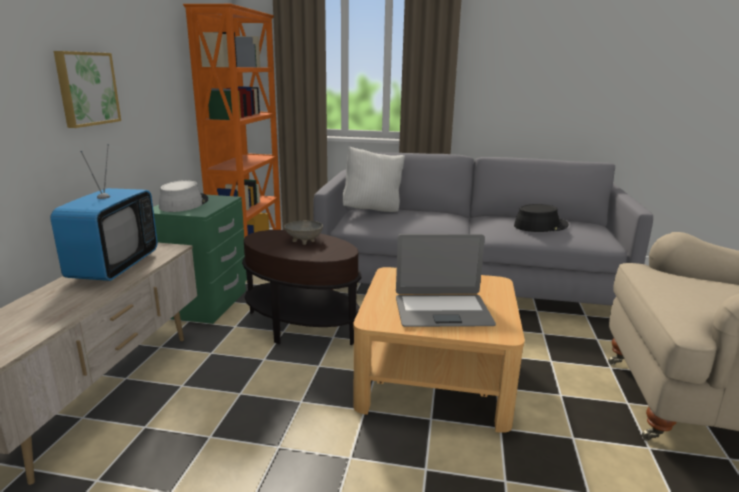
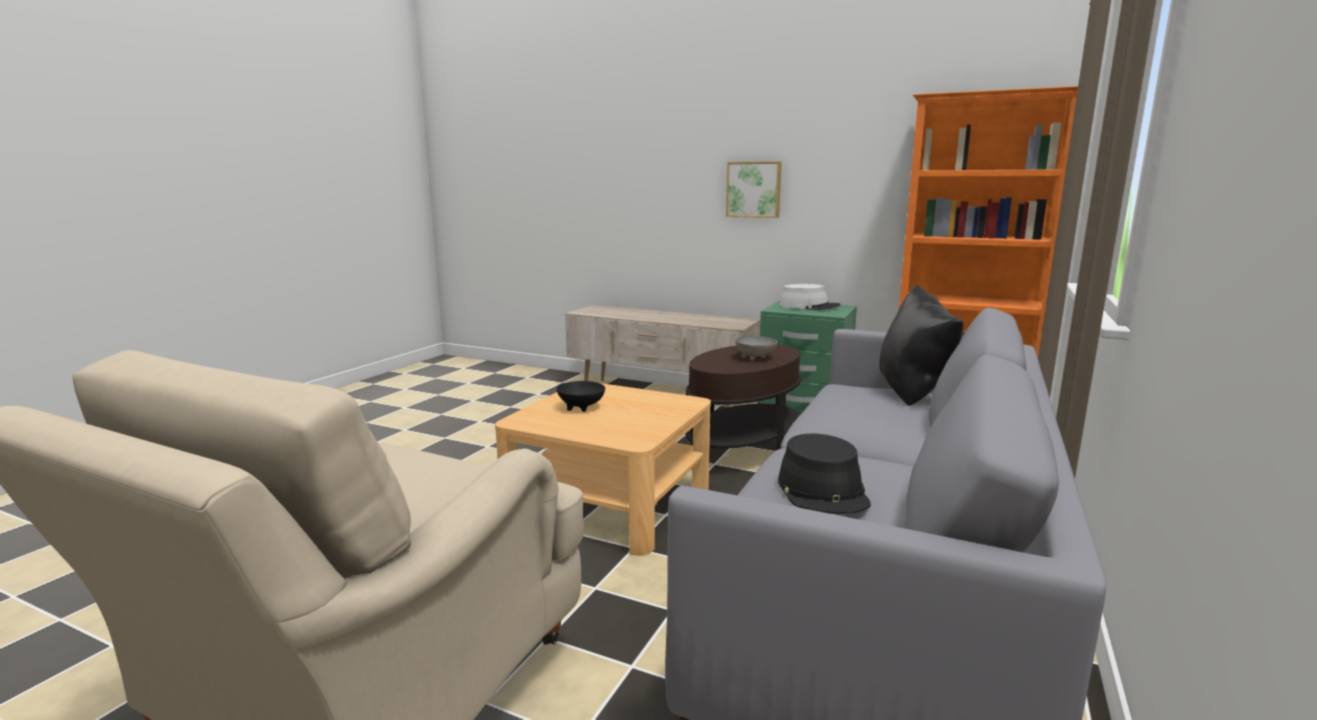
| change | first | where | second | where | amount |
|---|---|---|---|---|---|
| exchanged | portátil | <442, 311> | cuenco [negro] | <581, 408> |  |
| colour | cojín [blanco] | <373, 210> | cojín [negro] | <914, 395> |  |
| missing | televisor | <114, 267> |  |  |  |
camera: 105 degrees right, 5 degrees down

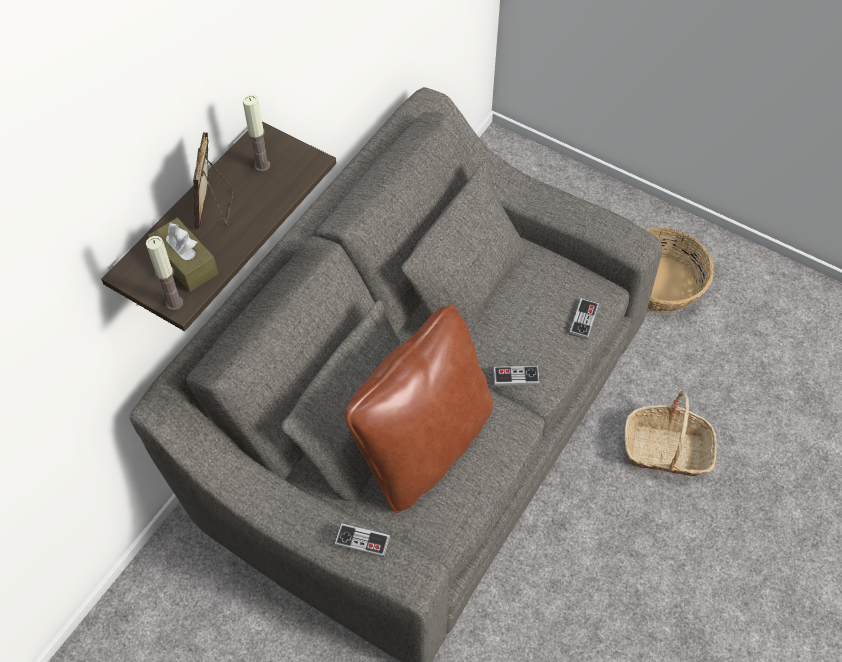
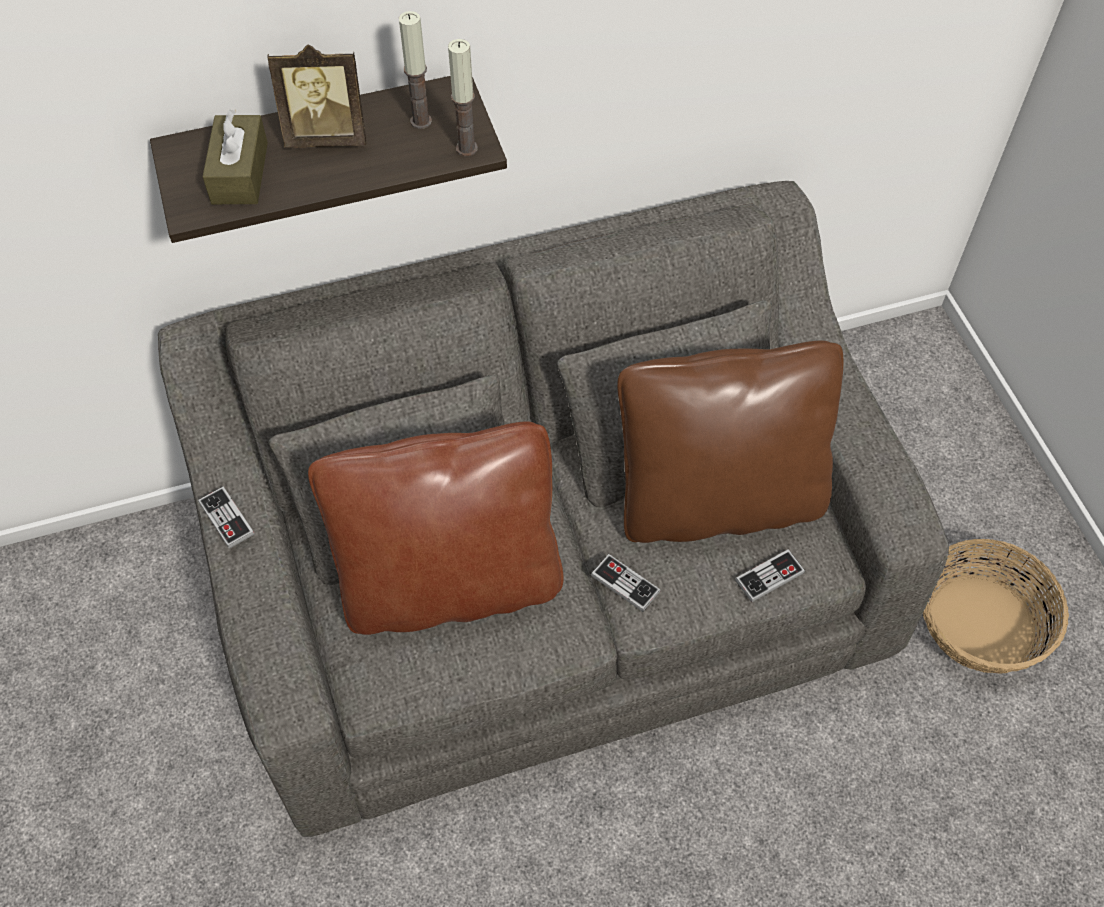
| change | first | where | second | where | amount |
|---|---|---|---|---|---|
| relocated | mando de consola | <362, 541> |  | <226, 518> |  |
| spun | portarretratos | <215, 208> |  | <327, 136> | 135 degrees counterclockwise |
| relocated | vela | <174, 303> |  | <466, 148> |  |
| appeared |  |  | cojín [marrón] | <717, 499> |  |
| missing | cesta | <666, 450> |  |  |  |
camera: 40 degrees right, 0 degrees up

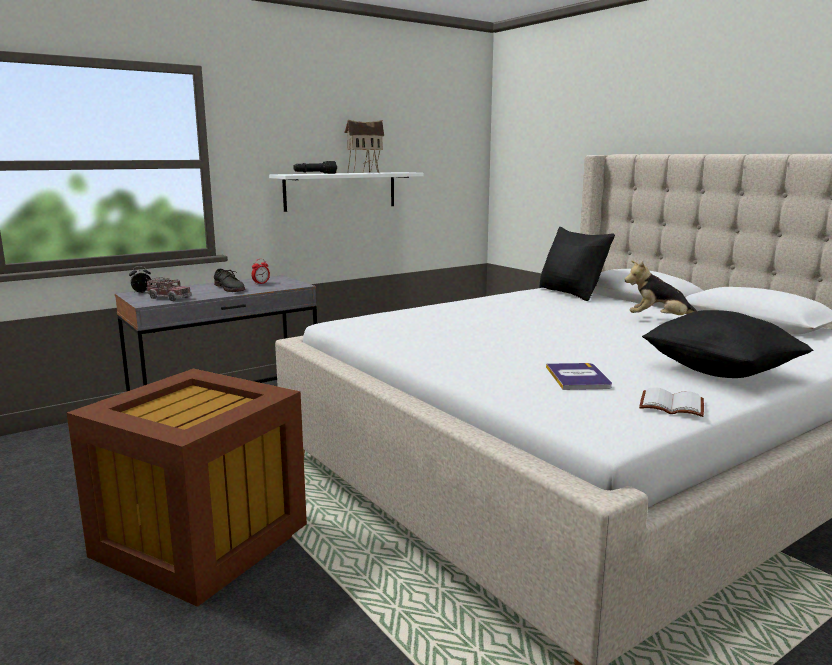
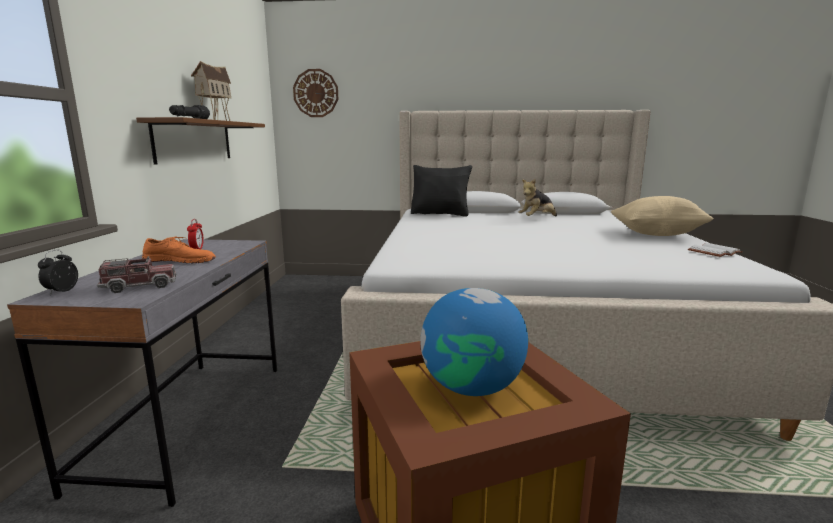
| change | first | where | second | where | amount |
|---|---|---|---|---|---|
| colour | estante [blanco] | <341, 191> | estante [marrón] | <194, 141> |  |
| colour | zapato [gris] | <230, 288> | zapato [naranja] | <180, 260> |  |
| appeared |  |  | reloj de pared | <316, 93> |  |
| appeared |  |  | globo terráqueo | <472, 387> |  |
| colour | cojín [negro] | <720, 372> | cojín [beis] | <656, 234> |  |
| missing | libro | <578, 377> |  |  |  |
camera: 50 degrees left, 0 degrees up

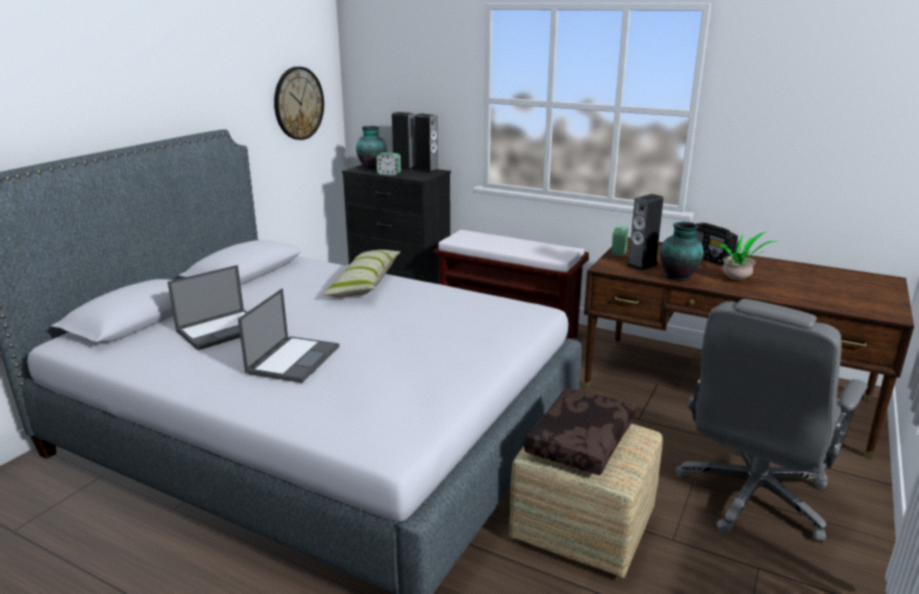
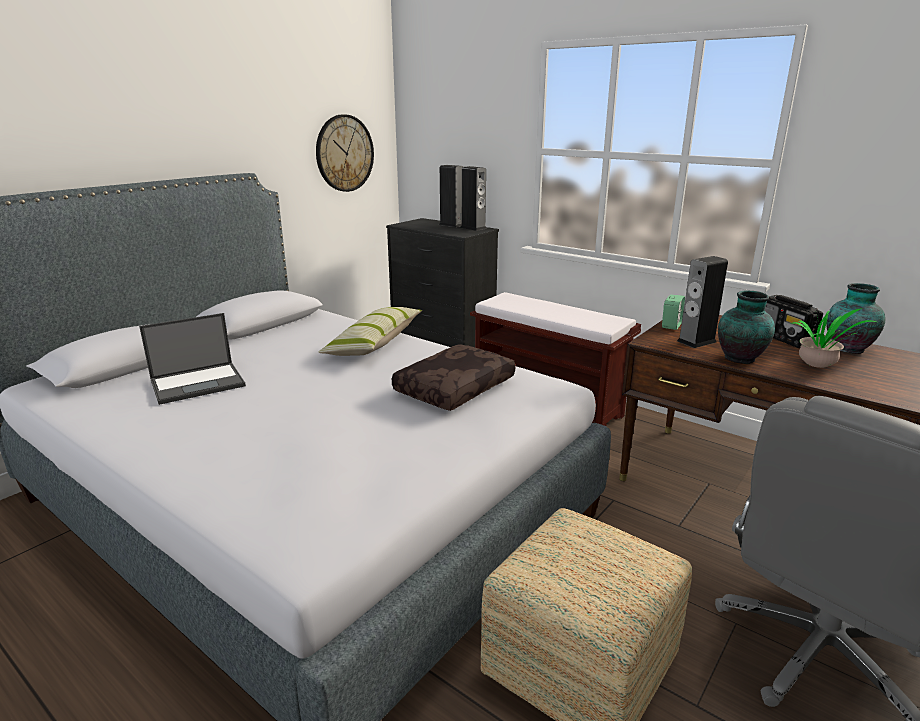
| change | first | where | second | where | amount |
|---|---|---|---|---|---|
| relocated | cojín [marrón] | <579, 440> |  | <454, 387> |  |
| relocated | florero | <372, 167> |  | <847, 348> |  |
| missing | portátil | <294, 359> |  |  |  |
| missing | despertador | <389, 174> |  |  |  |
camera: 10 degrees right, 0 degrees up

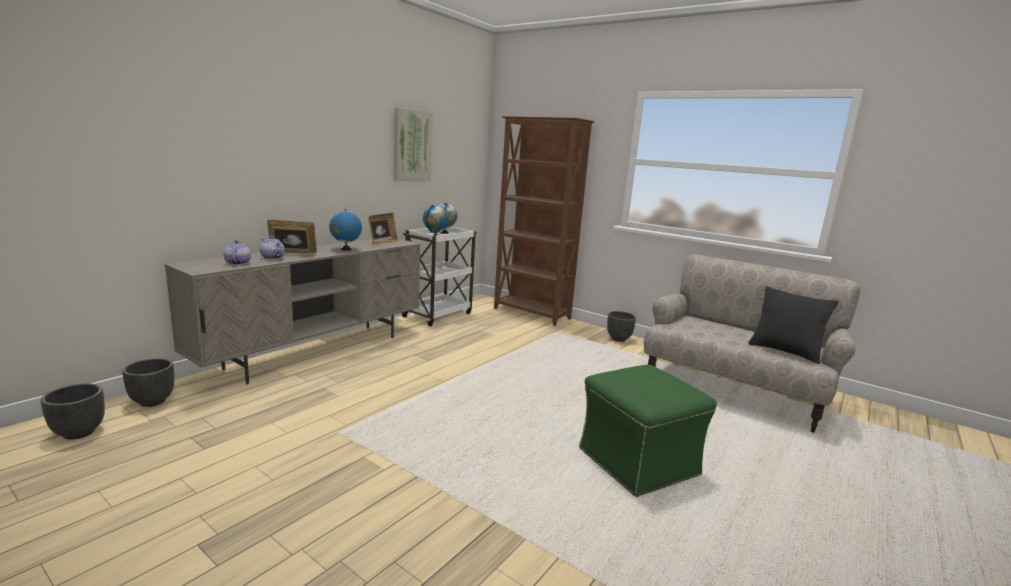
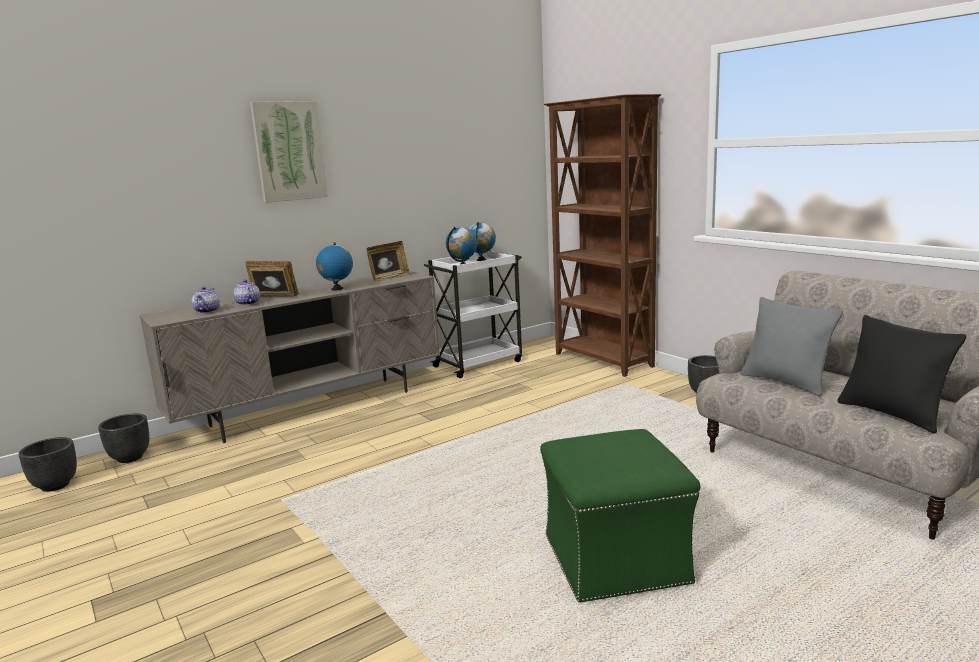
| change | first | where | second | where | amount |
|---|---|---|---|---|---|
| relocated | cuadro | <412, 145> |  | <289, 151> |  |
| appeared |  |  | cojín [gris] | <785, 382> |  |
camera: 20 degrees right, 0 degrees up

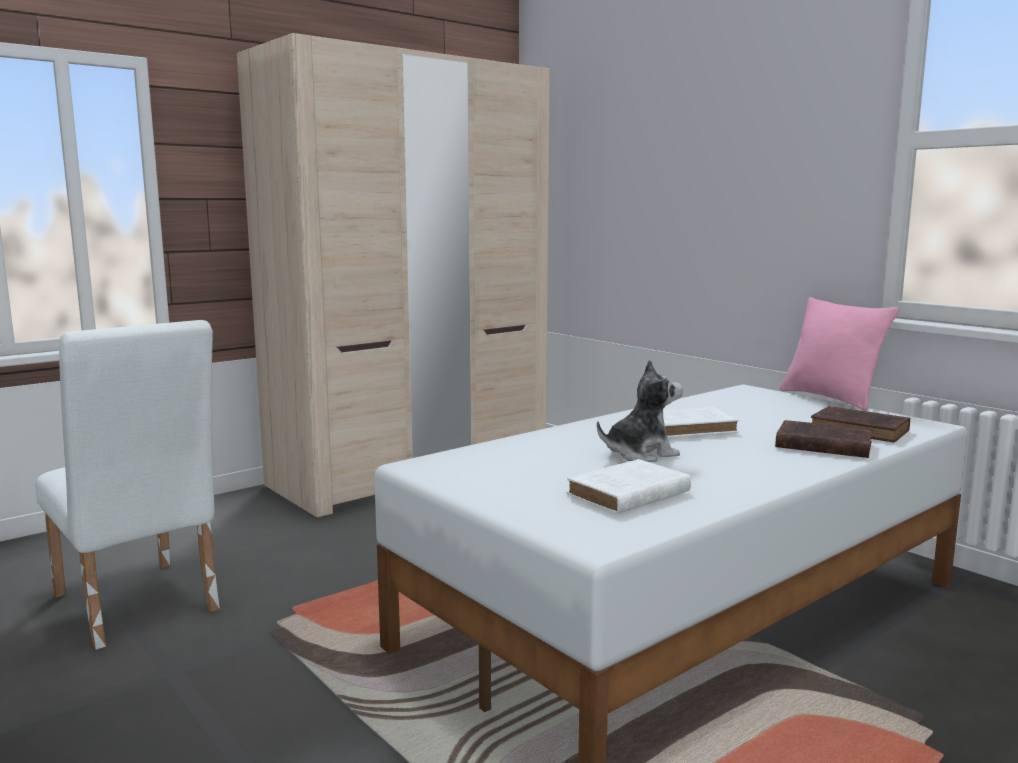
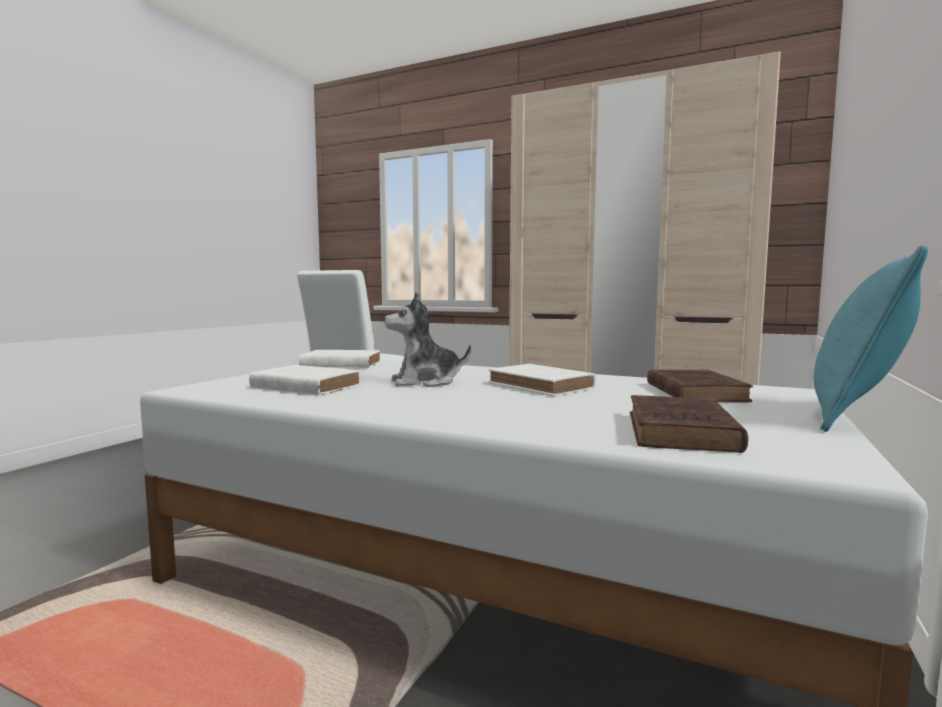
| change | first | where | second | where | amount |
|---|---|---|---|---|---|
| appeared |  |  | libro [blanco] | <339, 364> |  |
| spun | peluche | <640, 454> |  | <425, 382> | 120 degrees clockwise |
| relocated | libro [marrón] | <820, 445> |  | <693, 392> |  |
| colour | cojín [rosa] | <830, 398> | cojín [turquesa] | <856, 417> |  |
camera: 65 degrees right, 5 degrees down

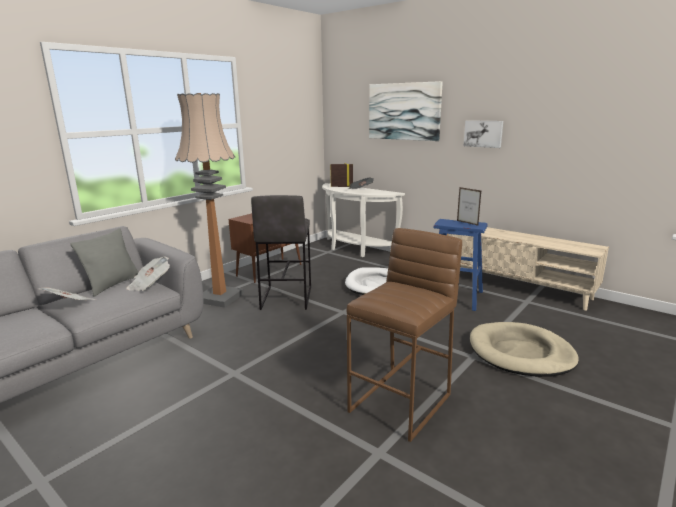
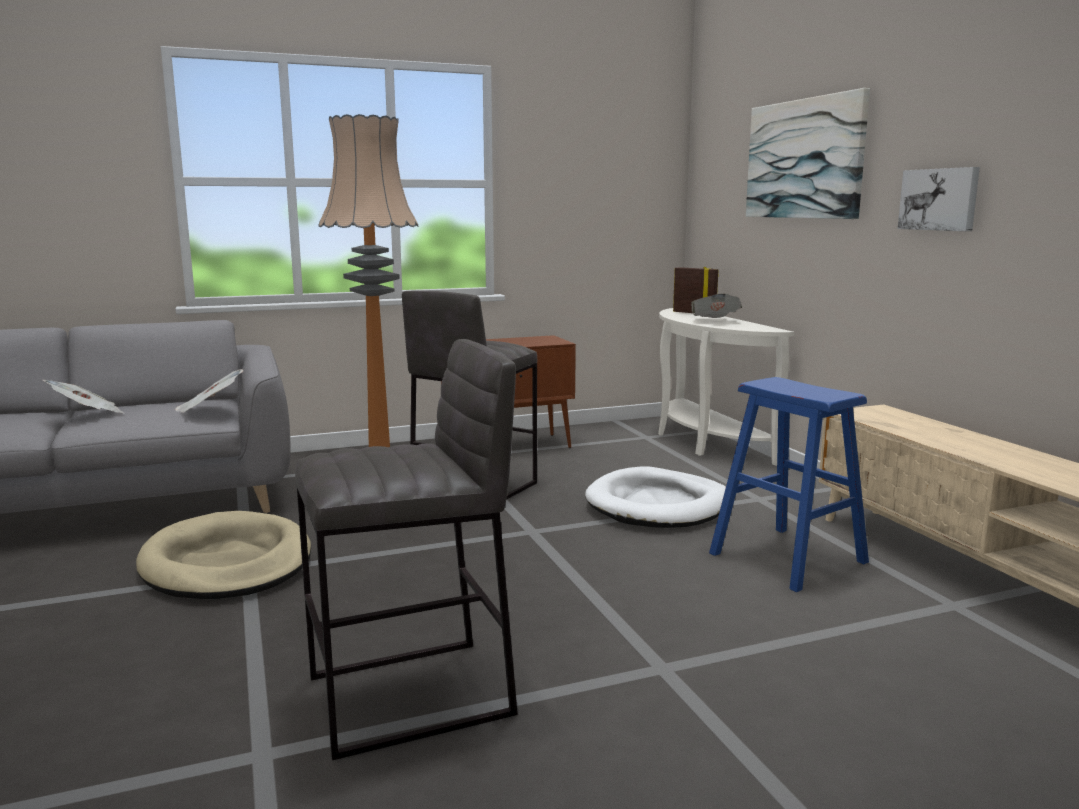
| change | first | where | second | where | amount |
|---|---|---|---|---|---|
| relocated | cama para perro [beis] | <520, 353> |  | <227, 563> |  |
| colour | taburete [marrón] | <401, 403> | taburete [gris] | <412, 696> |  |
| missing | cojín [gris] | <113, 285> |  |  |  |
| missing | portarretratos | <467, 223> |  |  |  |
camera: 30 degrees right, 5 degrees down

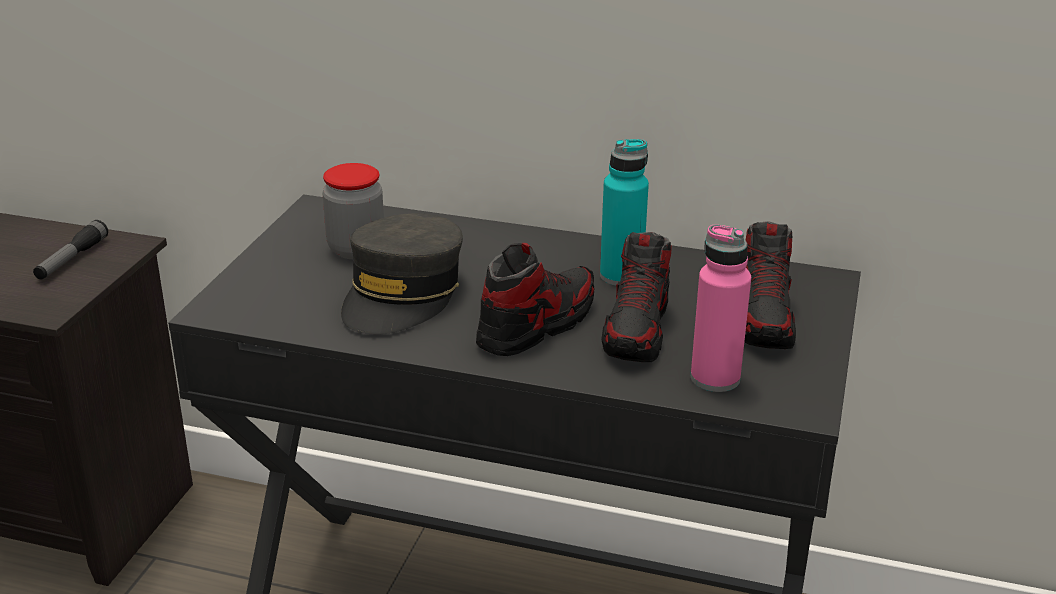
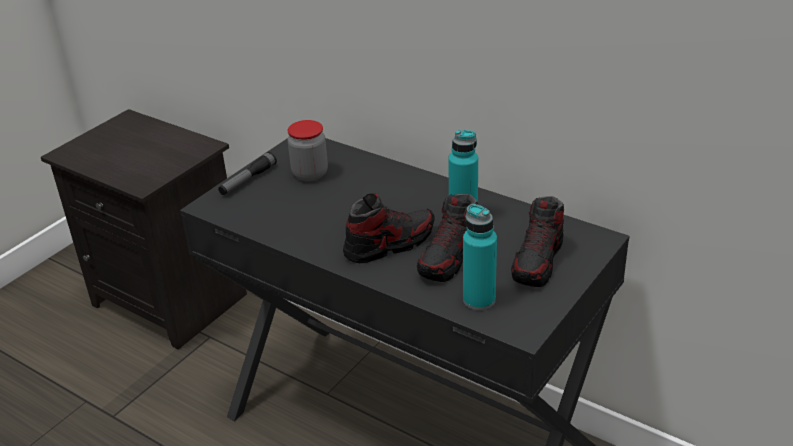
| change | first | where | second | where | amount |
|---|---|---|---|---|---|
| relocated | linterna | <72, 259> |  | <248, 180> |  |
| colour | botella [rosa] | <715, 378> | botella [turquesa] | <479, 300> |  |
| missing | gorra [gris] | <402, 295> |  |  |  |
camera: 20 degrees right, 5 degrees up

